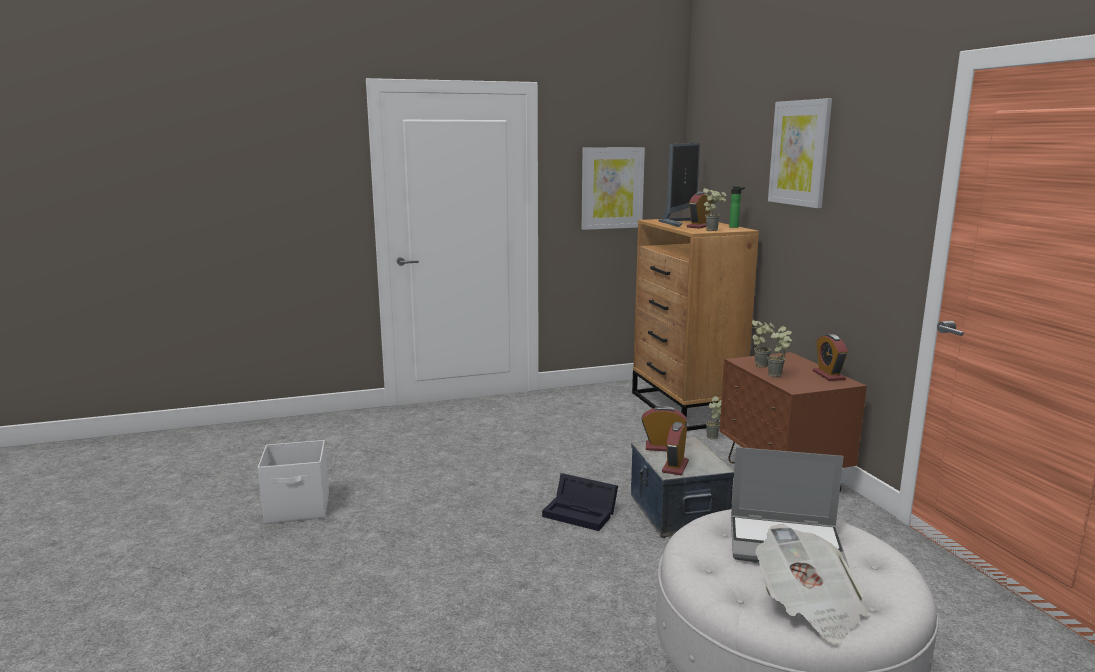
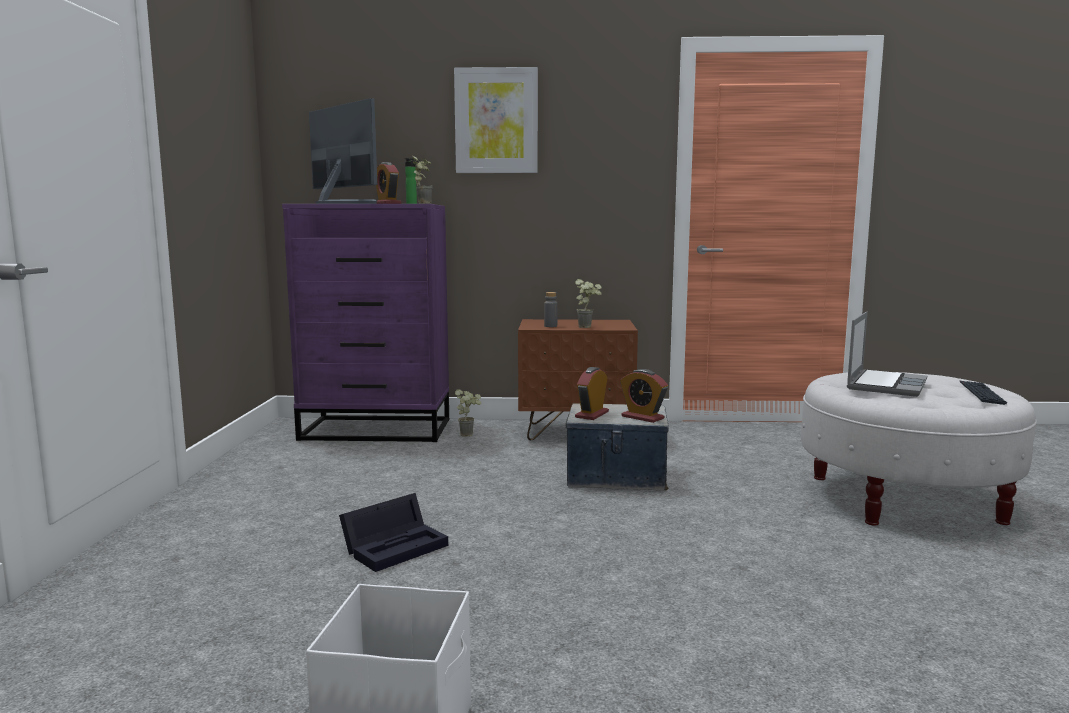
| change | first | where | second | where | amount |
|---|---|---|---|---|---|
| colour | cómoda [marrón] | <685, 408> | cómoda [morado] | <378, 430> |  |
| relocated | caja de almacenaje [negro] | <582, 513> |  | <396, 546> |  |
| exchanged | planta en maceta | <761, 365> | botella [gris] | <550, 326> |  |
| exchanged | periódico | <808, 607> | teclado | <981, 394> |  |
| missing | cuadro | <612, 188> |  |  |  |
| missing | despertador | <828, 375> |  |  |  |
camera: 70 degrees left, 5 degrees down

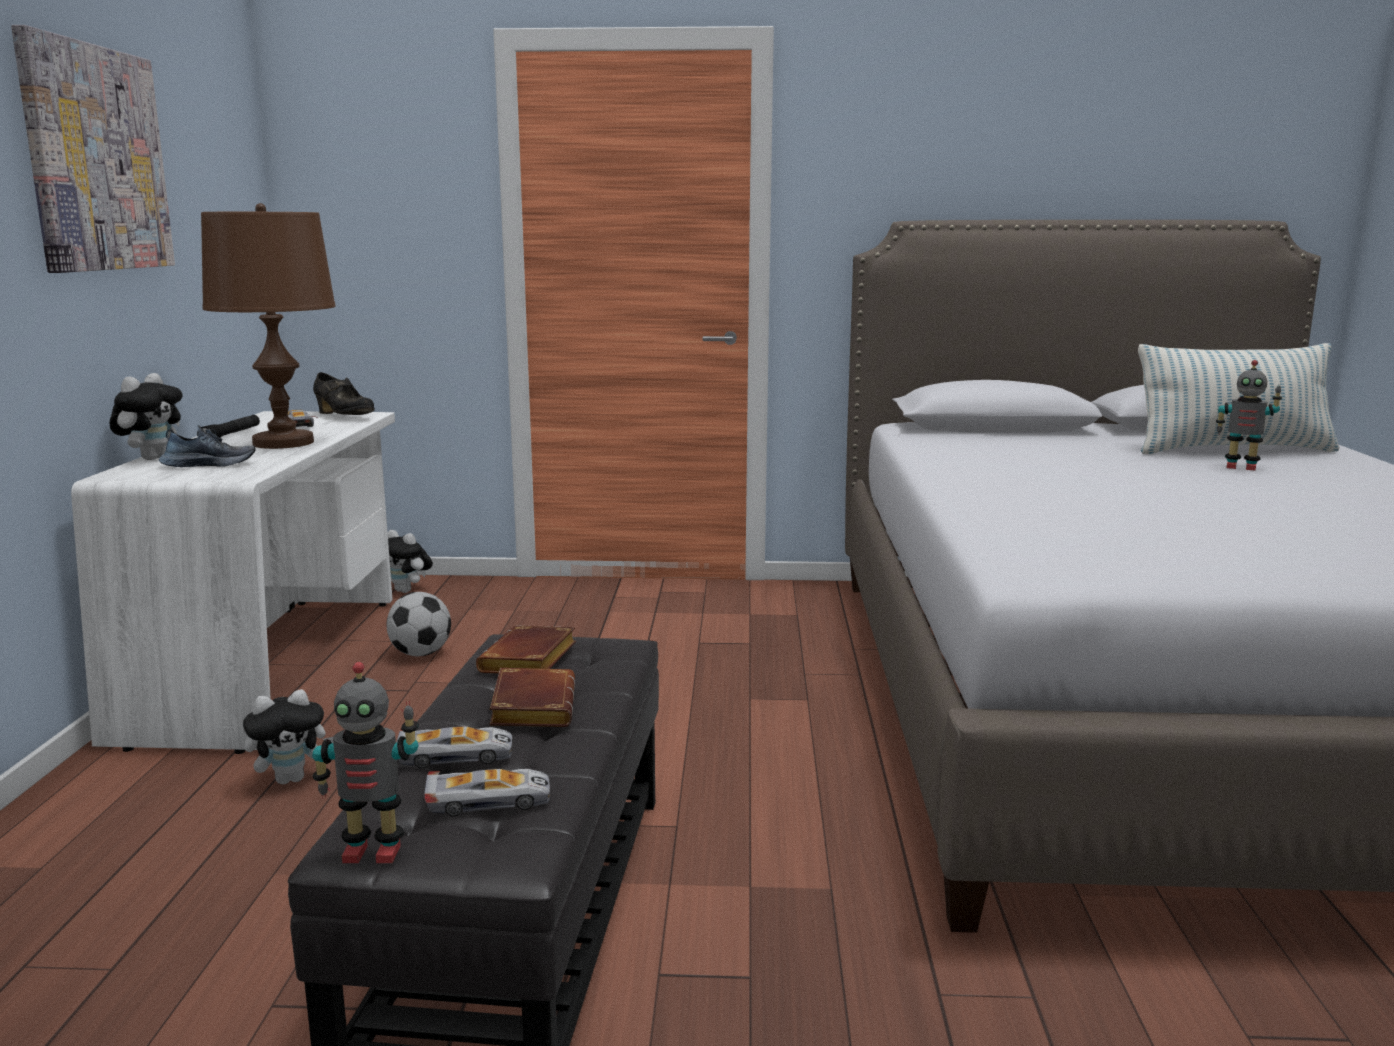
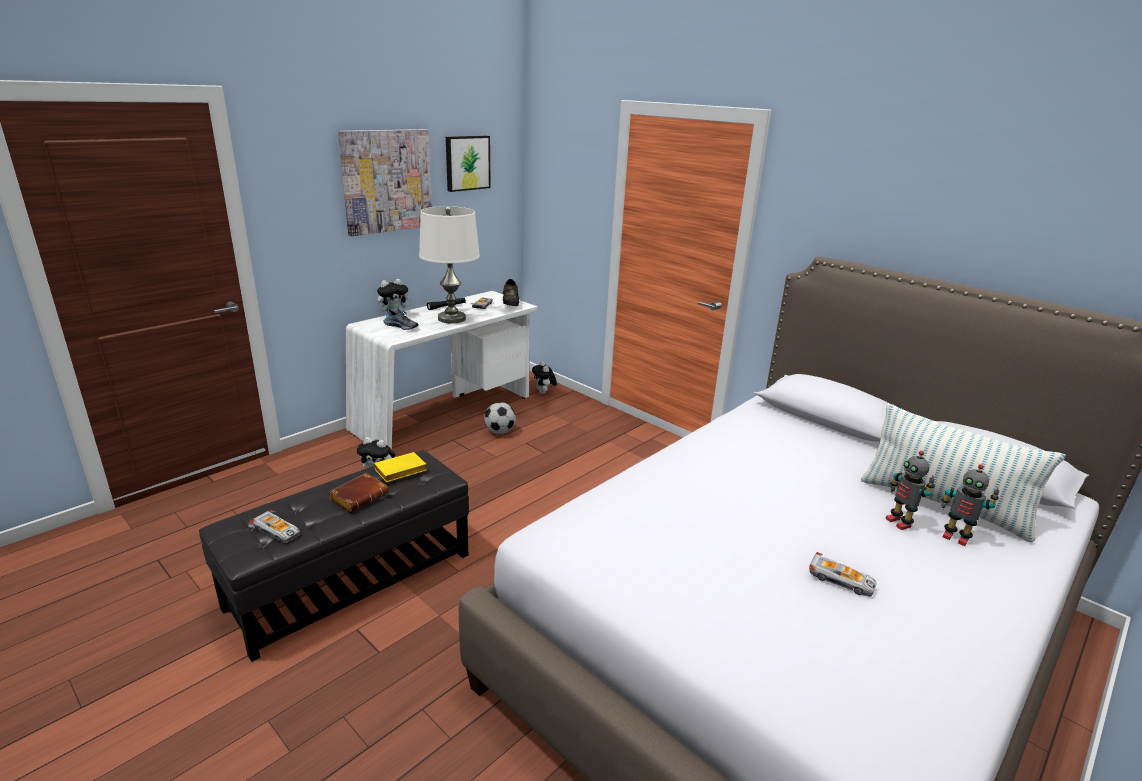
| change | first | where | second | where | amount |
|---|---|---|---|---|---|
| colour | libro [marrón] | <530, 661> | libro [amarillo] | <400, 472> |  |
| colour | lámpara de mesa [marrón] | <283, 443> | lámpara de mesa [blanco] | <451, 318> |  |
| appeared |  |  | cuadro | <467, 163> |  |
| relocated | coche de juguete | <456, 755> |  | <841, 580> |  |
| relocated | robot de juguete | <373, 851> |  | <955, 537> |  |
camera: 40 degrees right, 10 degrees up

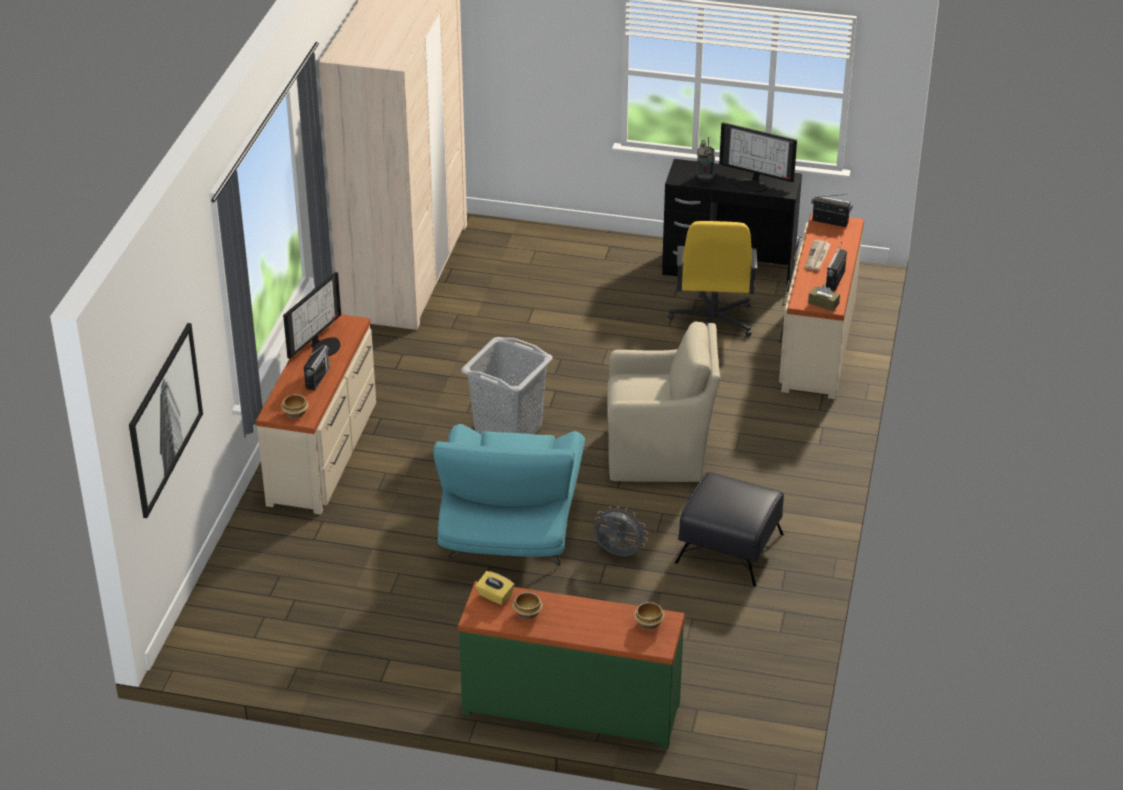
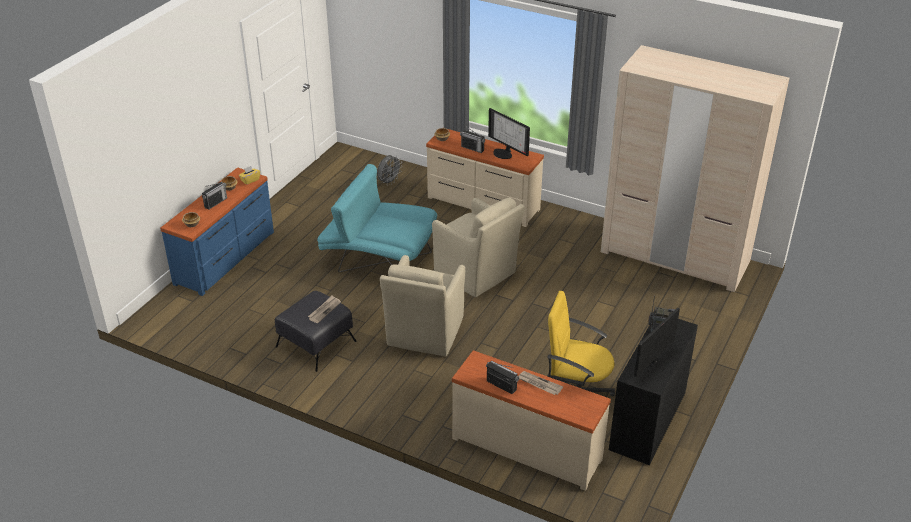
| change | first | where | second | where | amount |
|---|---|---|---|---|---|
| colour | cómoda [verde] | <572, 706> | cómoda [azul] | <226, 258> |  |
| relocated | radio | <830, 222> |  | <215, 203> |  |
| appeared |  |  | periódico | <324, 310> |  |
| relocated | ventilador [gris] | <618, 554> |  | <389, 182> |  |
| exchanged | cesto de la ropa [gris] | <509, 431> | sillón [beis] | <476, 274> |  |
| missing | cuadro | <163, 418> |  |  |  |
| missing | caja de pañuelos [marrón] | <823, 303> |  |  |  |
camera: 105 degrees right, 0 degrees up

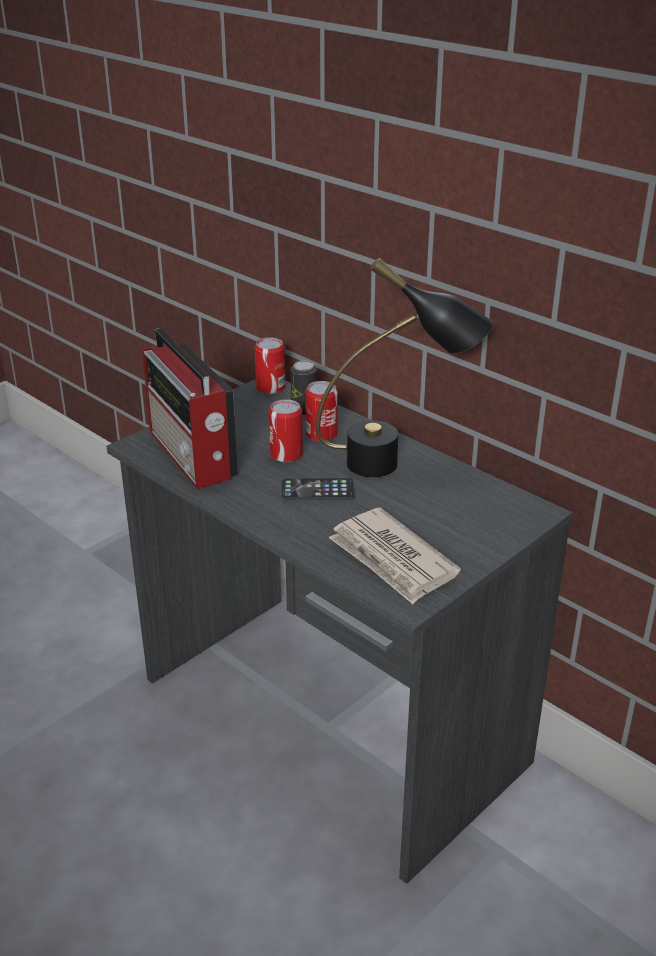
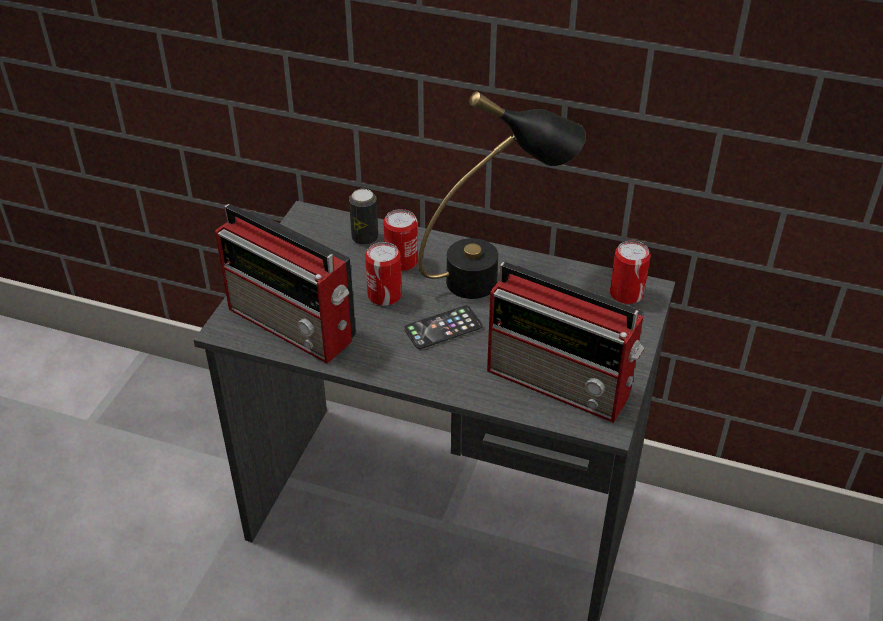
| change | first | where | second | where | amount |
|---|---|---|---|---|---|
| exchanged | periódico | <392, 559> | radio | <562, 383> |  |
| relocated | lata | <270, 387> |  | <626, 294> |  |
camera: 25 degrees left, 10 degrees up

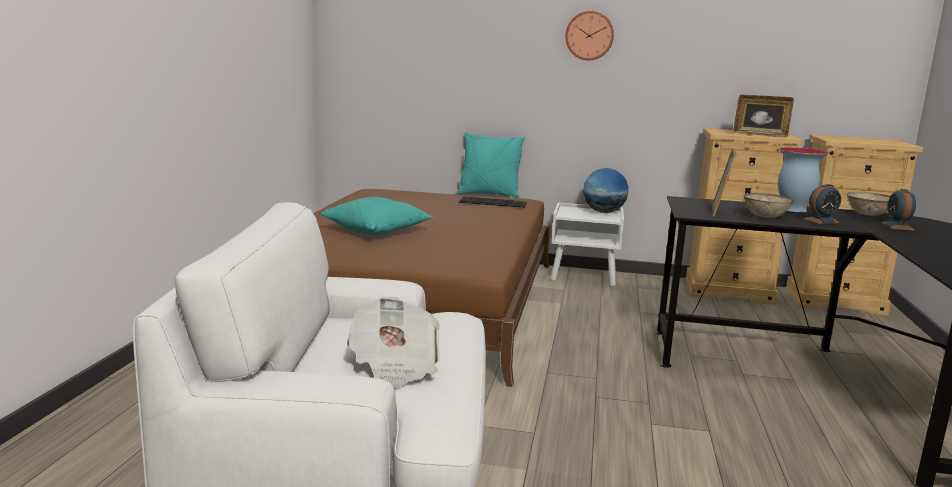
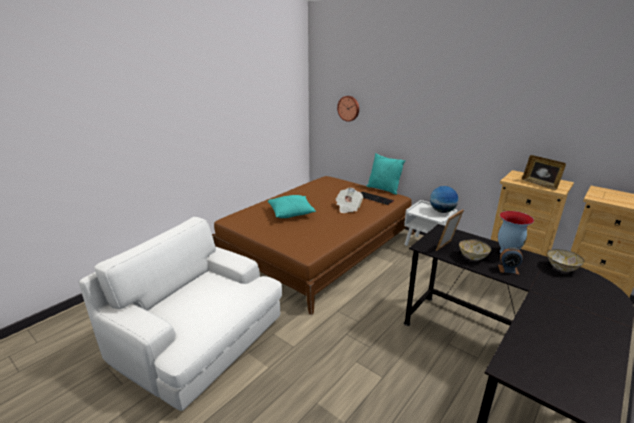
| change | first | where | second | where | amount |
|---|---|---|---|---|---|
| relocated | periódico | <394, 366> |  | <348, 207> |  |
| relocated | reloj de pared | <589, 35> |  | <349, 108> |  |
| missing | despertador | <897, 226> |  |  |  |
camera: 30 degrees right, 10 degrees up

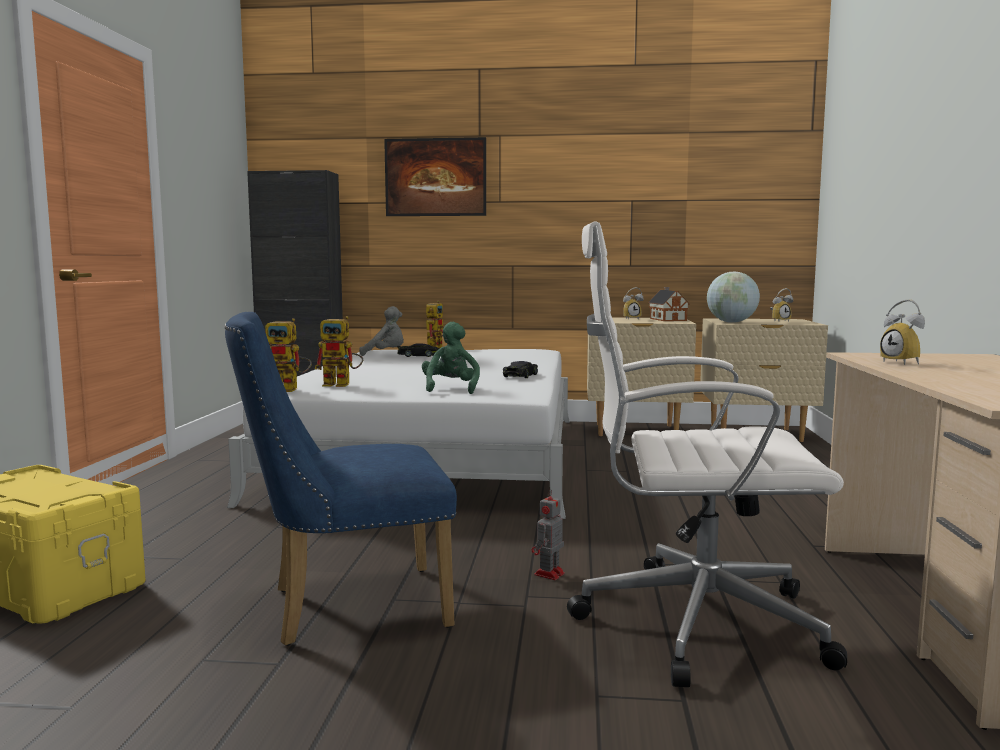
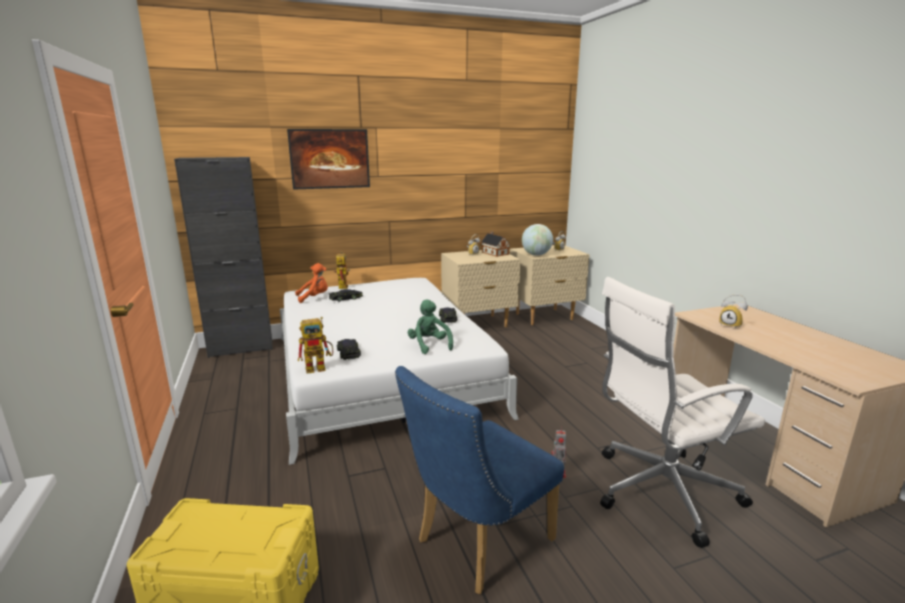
| change | first | where | second | where | amount |
|---|---|---|---|---|---|
| colour | peluche [gris] | <385, 354> | peluche [naranja] | <314, 298> |  |
| exchanged | robot de juguete | <342, 384> | coche de juguete [negro] | <348, 352> |  |
camera: 25 degrees left, 10 degrees up

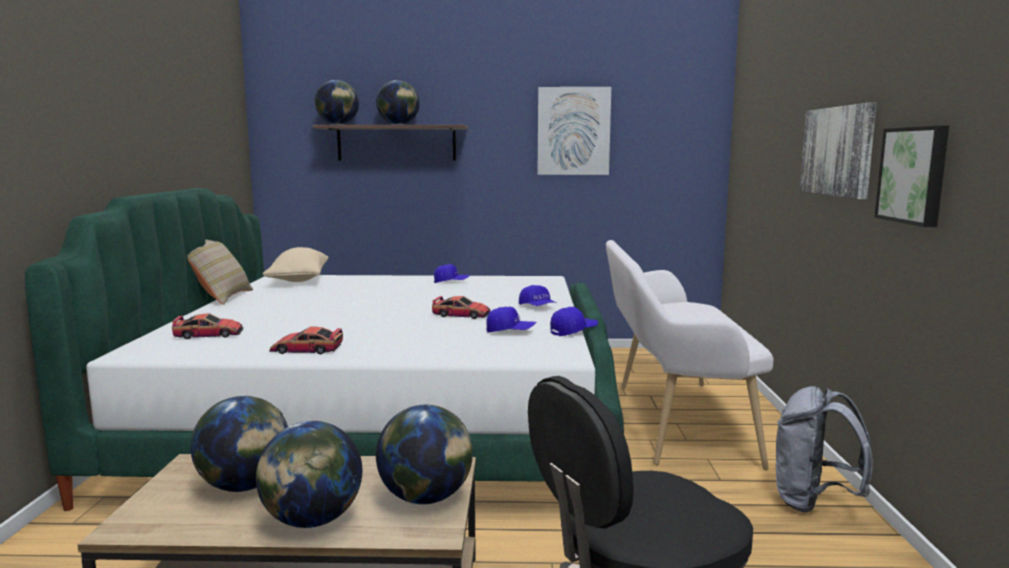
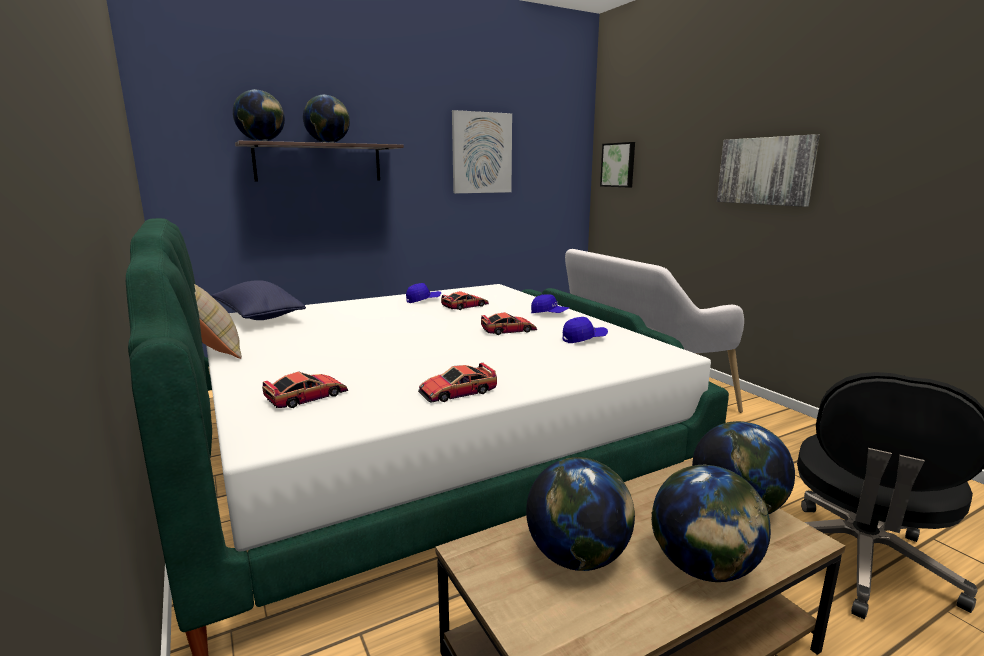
| change | first | where | second | where | amount |
|---|---|---|---|---|---|
| colour | cojín [beis] | <298, 280> | cojín [azul] | <258, 317> |  |
| appeared |  |  | coche de juguete | <465, 306> |  |
| relocated | cuadro | <914, 175> |  | <619, 165> |  |
| missing | gorra [azul] | <573, 331> |  |  |  |
| missing | mochila [gris] | <813, 502> |  |  |  |
camera: 30 degrees left, 5 degrees up

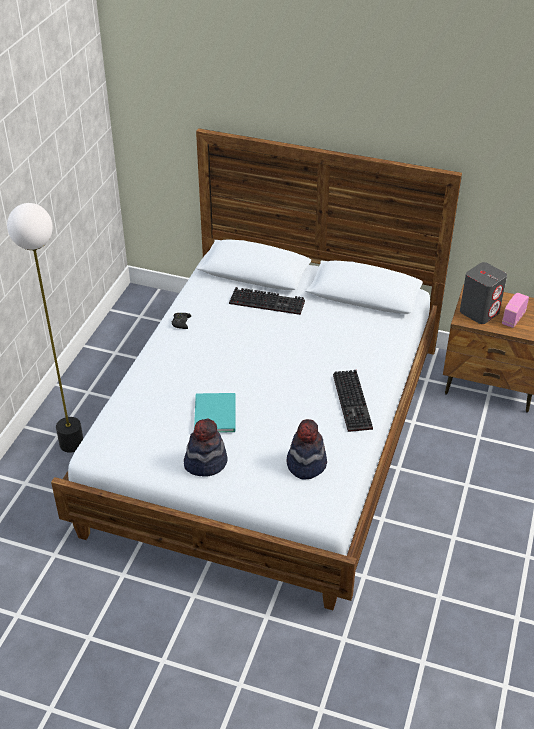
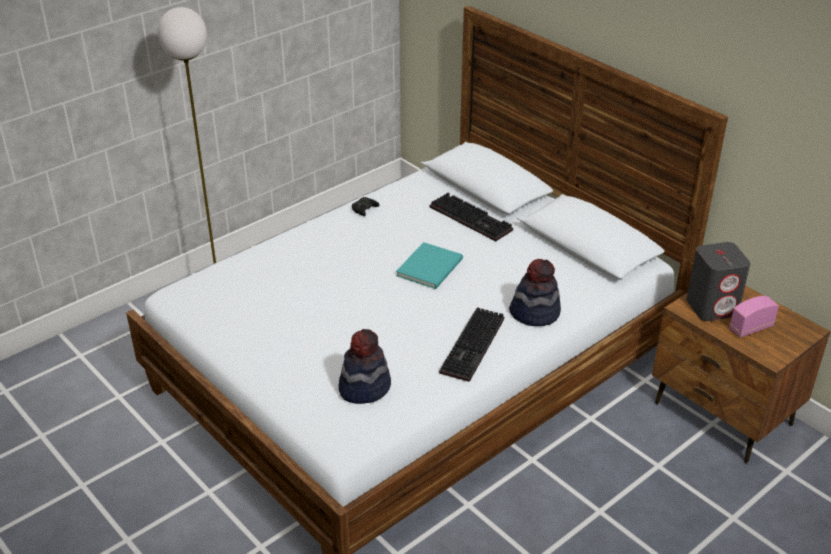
| change | first | where | second | where | amount |
|---|---|---|---|---|---|
| relocated | libro [turquesa] | <216, 413> |  | <432, 267> |  |
| relocated | sombrero | <205, 462> |  | <535, 313> |  |
camera: 30 degrees right, 5 degrees down

